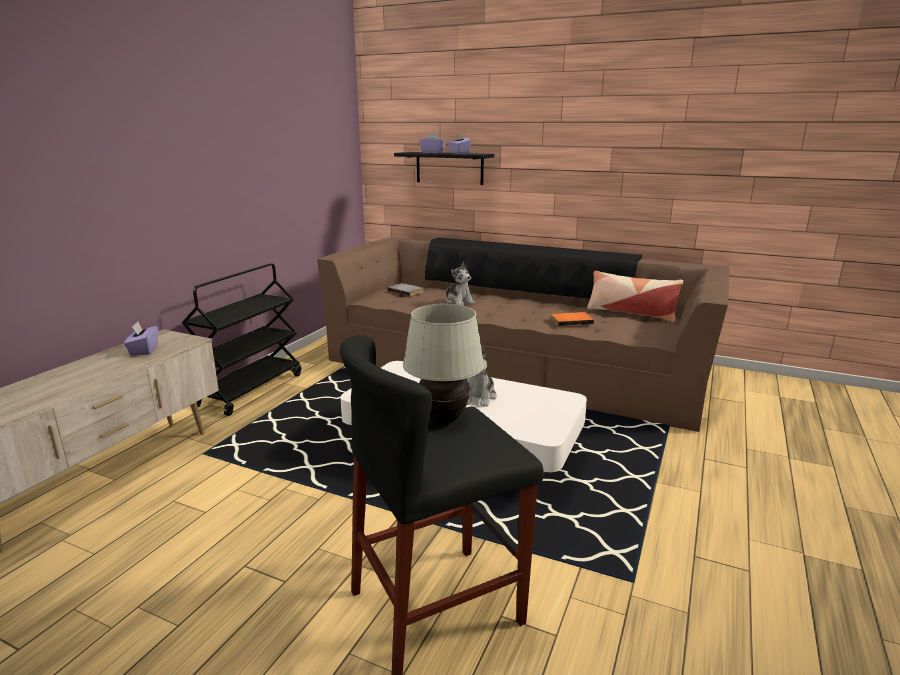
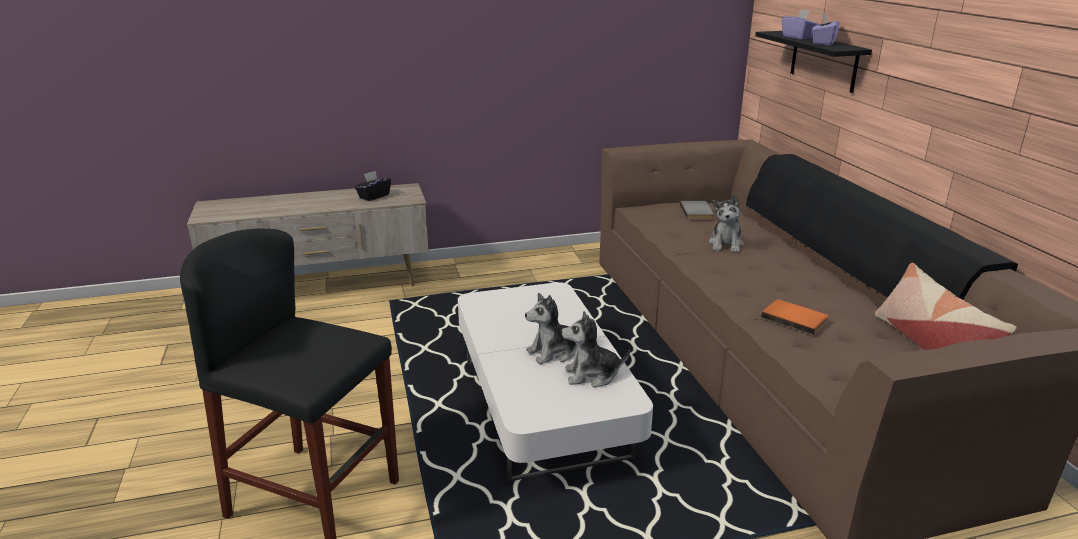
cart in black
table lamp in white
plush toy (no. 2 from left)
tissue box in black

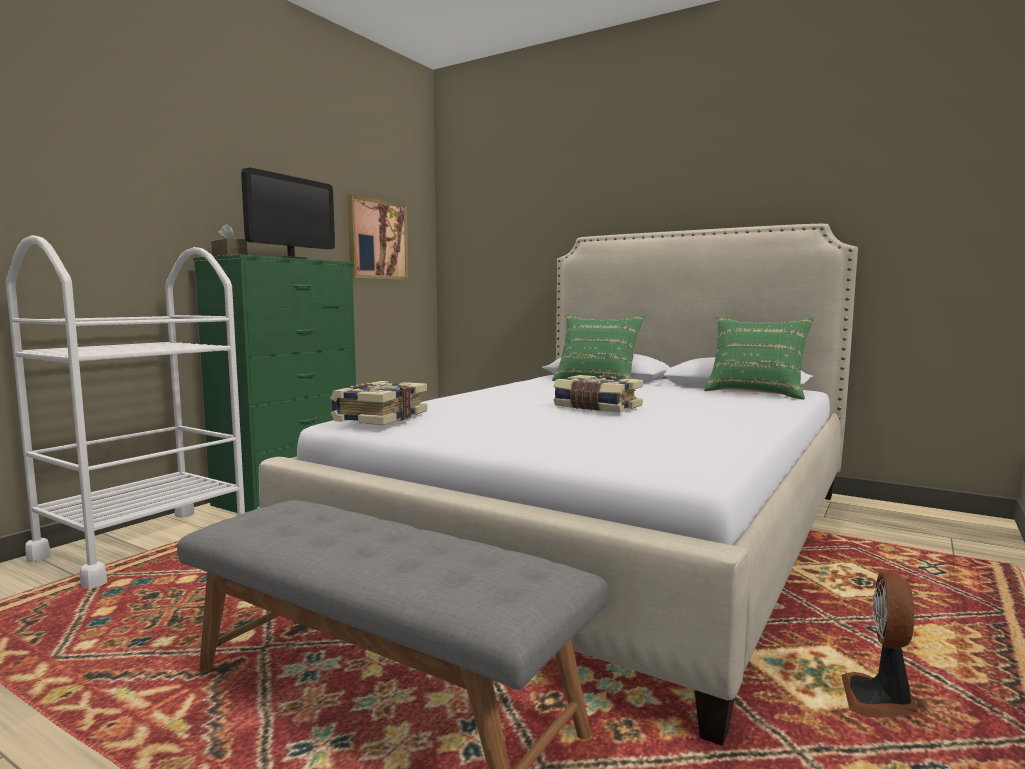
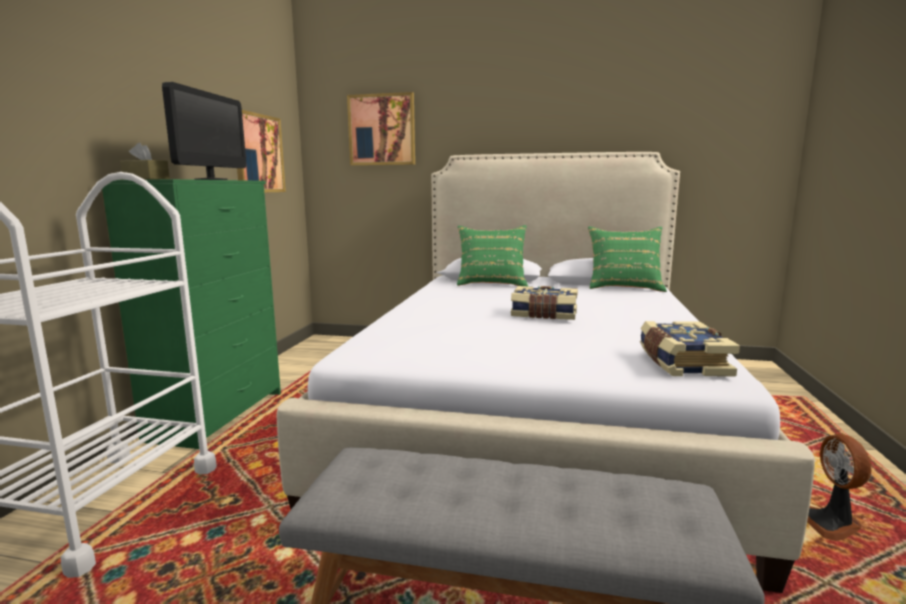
picture (no. 2 from left)
book (no. 2 from left)

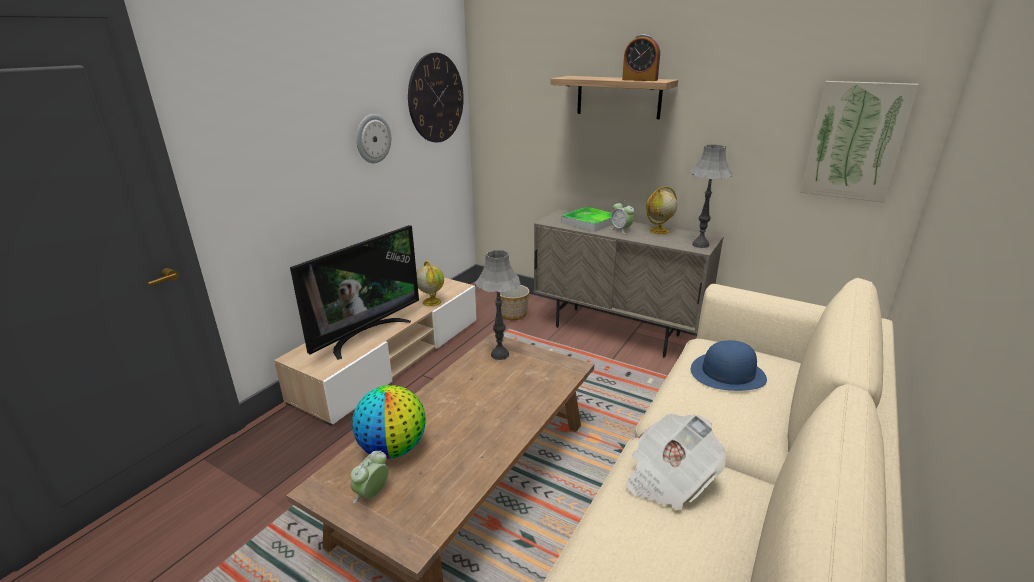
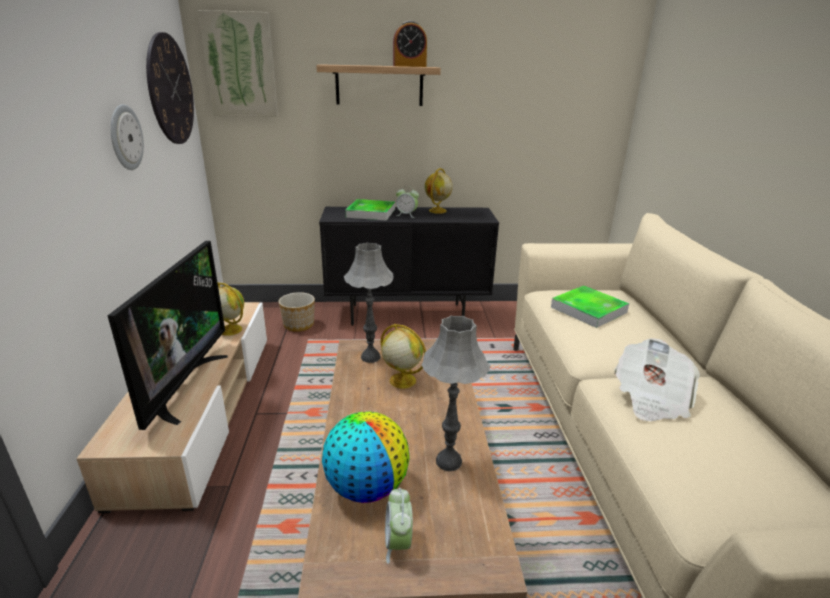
globe (no. 3 from left)
table lamp in grey (no. 2 from left)
picture
tray (no. 2 from left)
cabinet in black

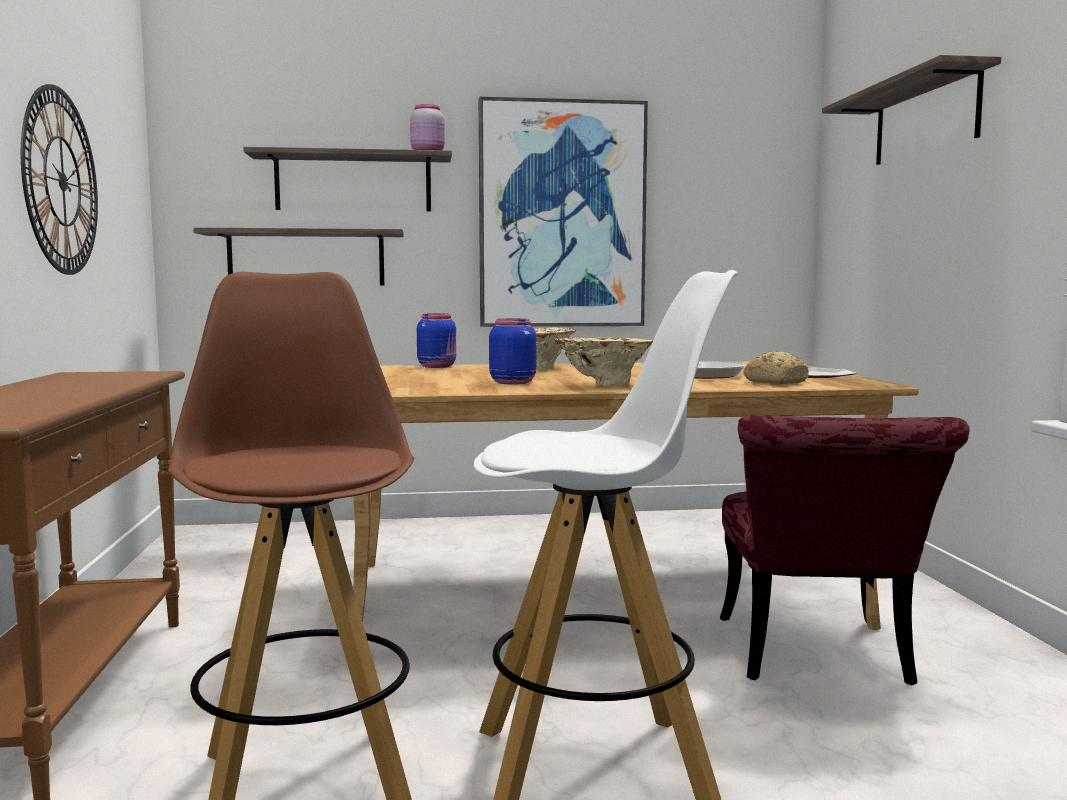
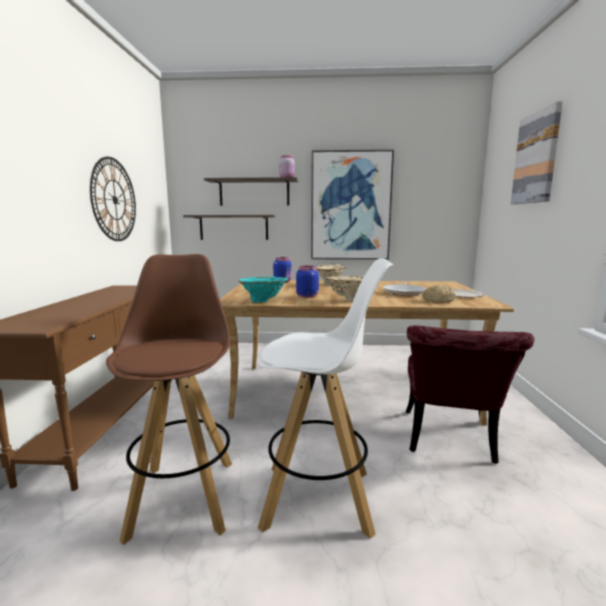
vase in turquoise
picture (no. 2 from left)

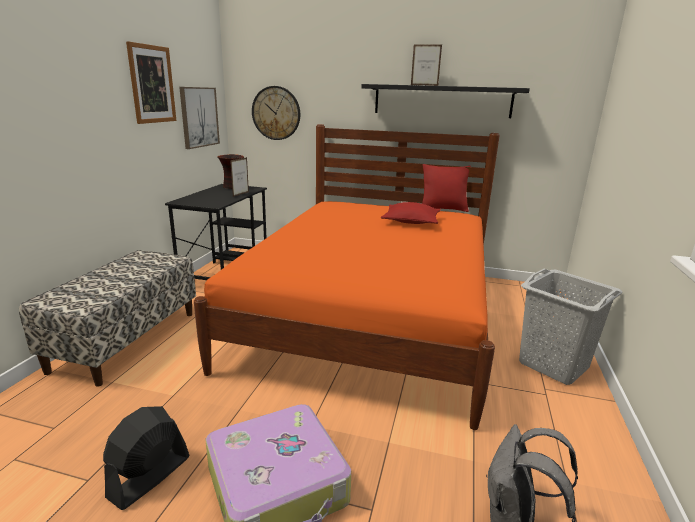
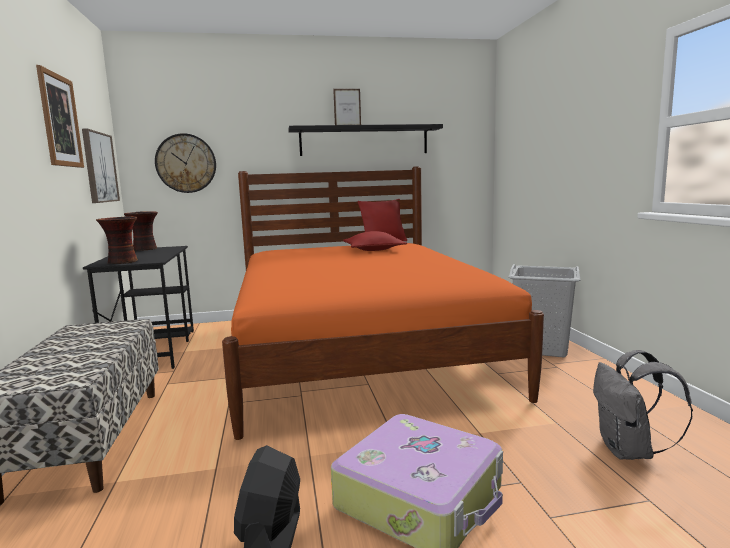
picture frame (no. 1 from left in the first image)
vase (no. 1 from left)

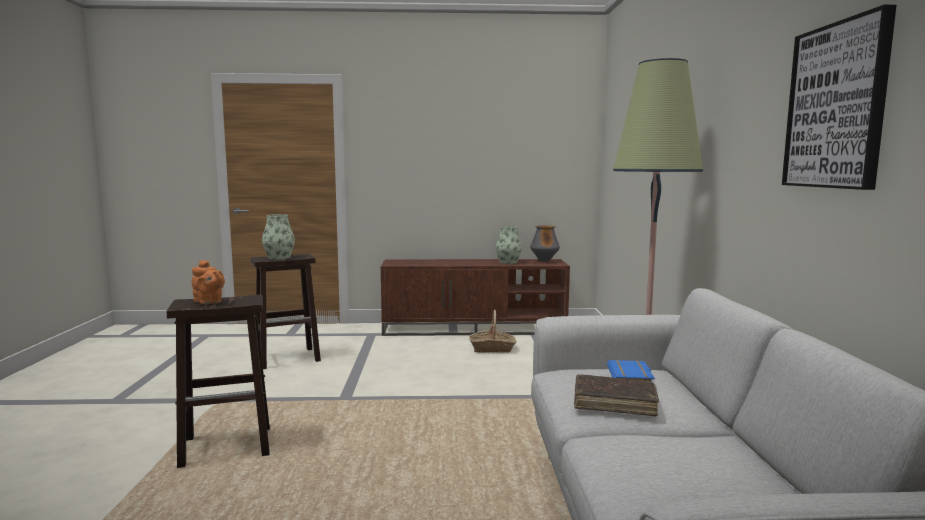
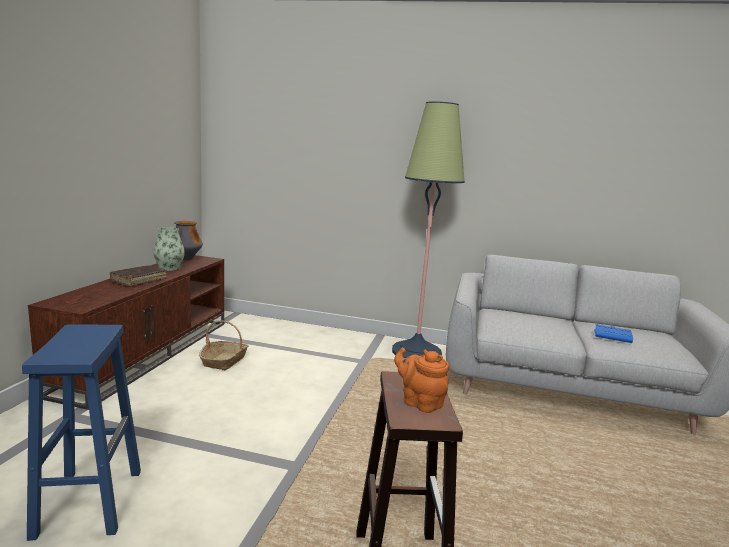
vase (no. 1 from left in the first image)
picture
book in brown
book in blue
stool in blue
teapot in orange

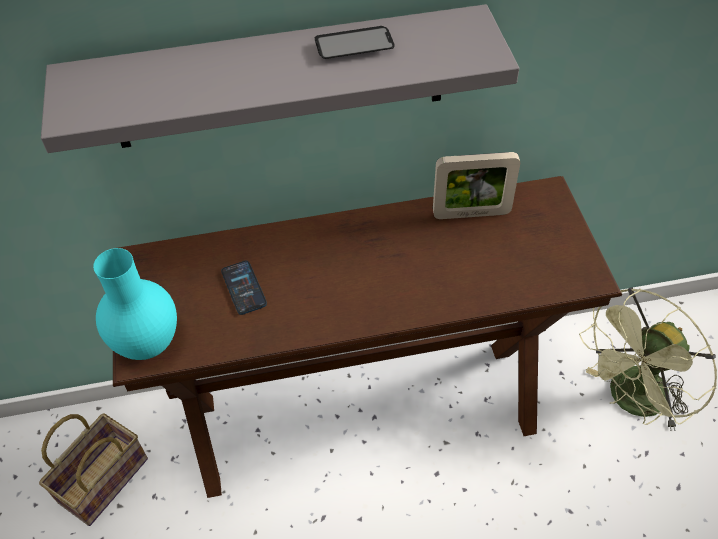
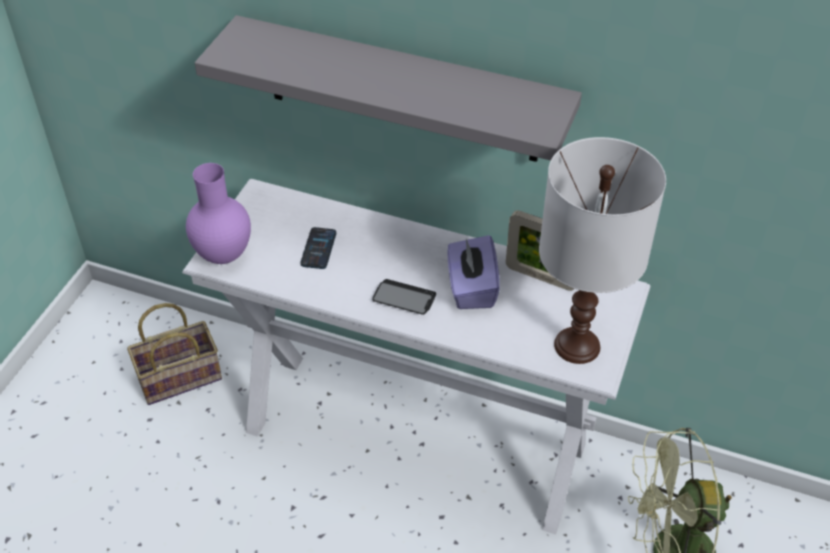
tissue box in purple
table lamp in white
phone (no. 2 from left)
vase in purple
console table in white

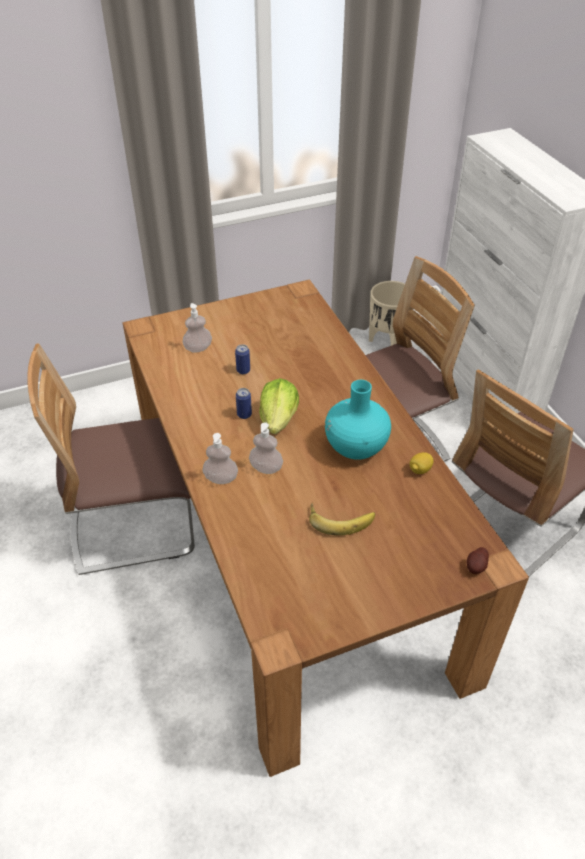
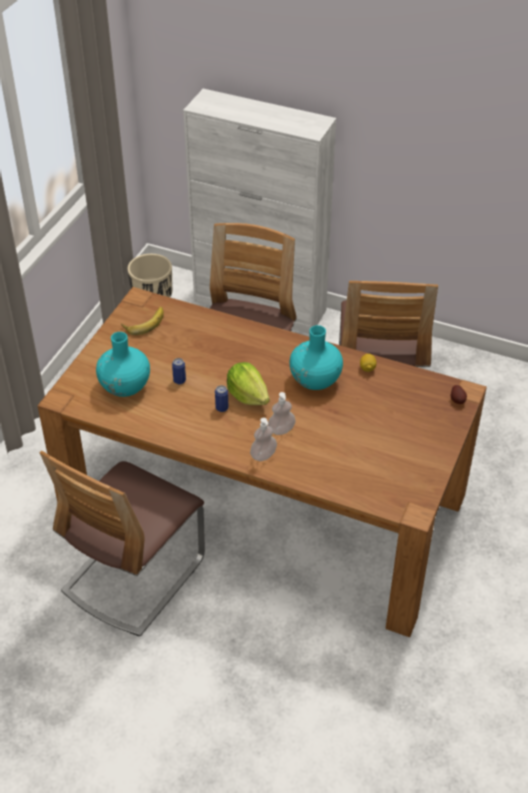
banana
vase in turquoise (no. 1 from left)

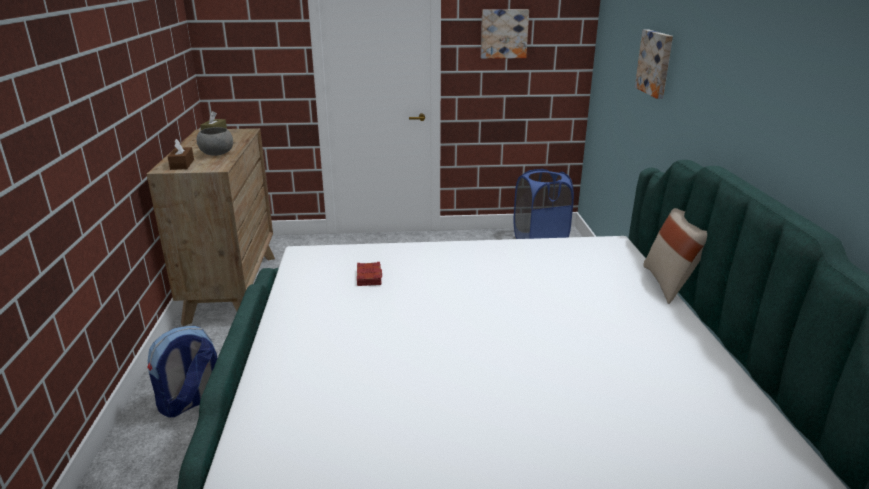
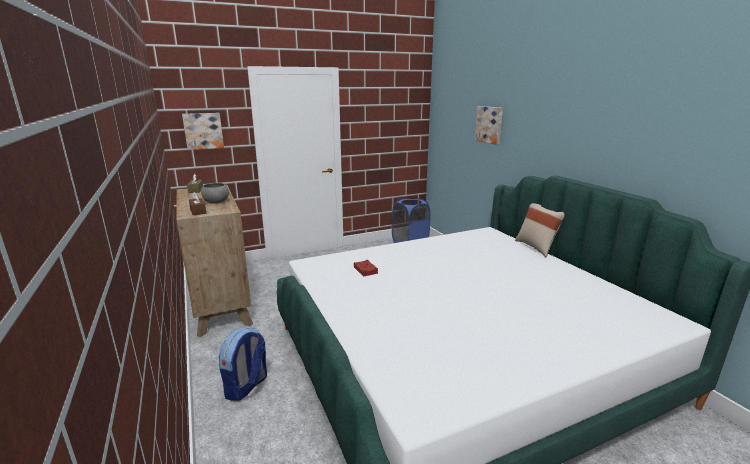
picture (no. 1 from left)

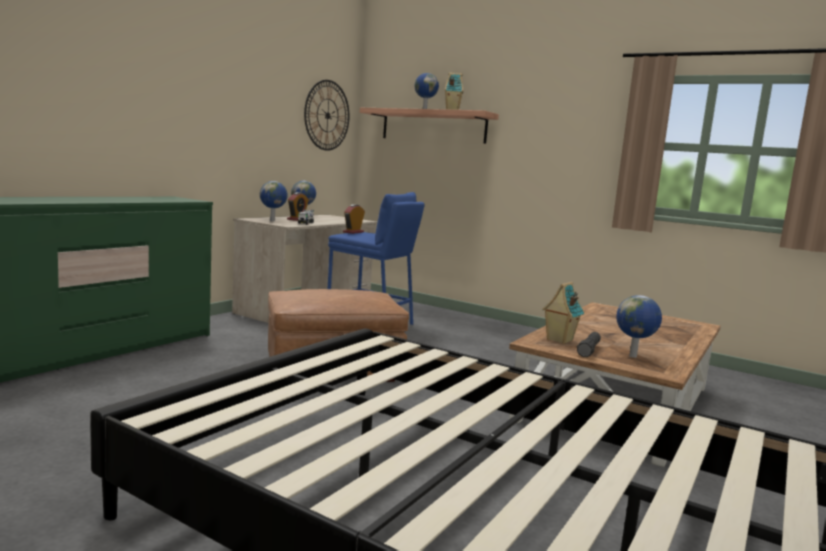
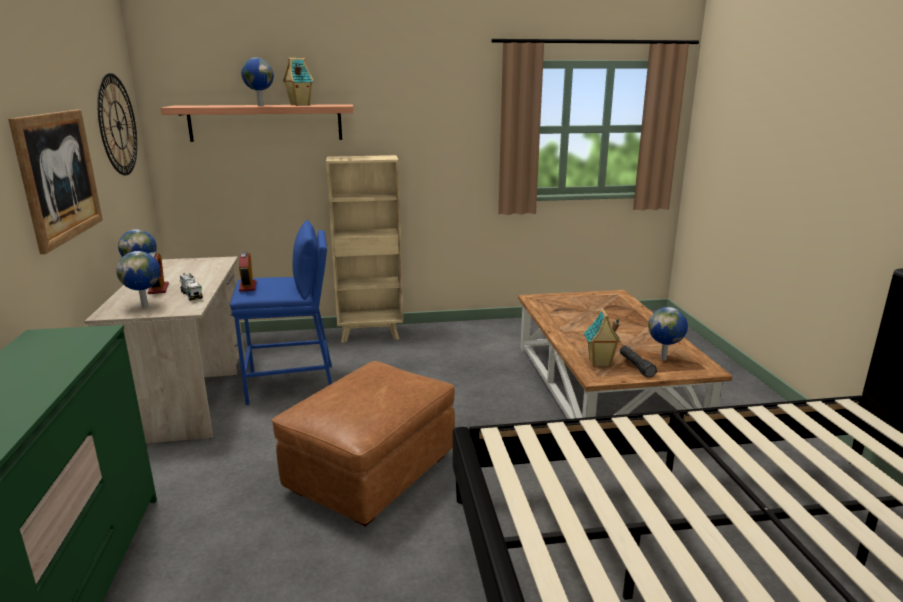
picture
bookcase in beige

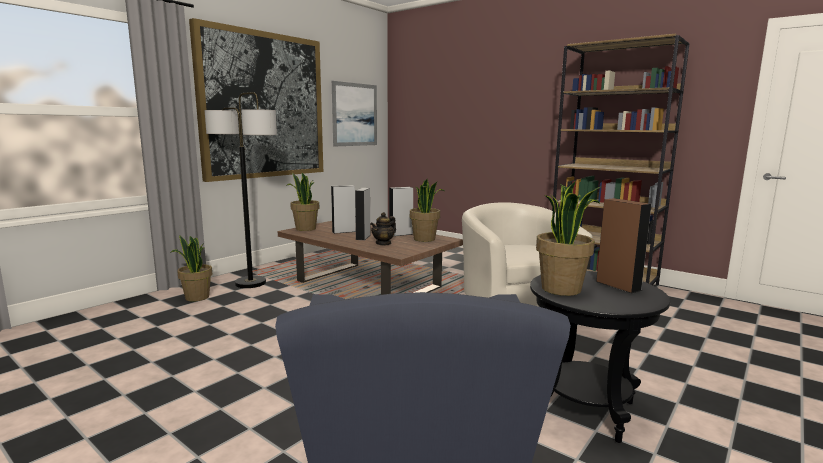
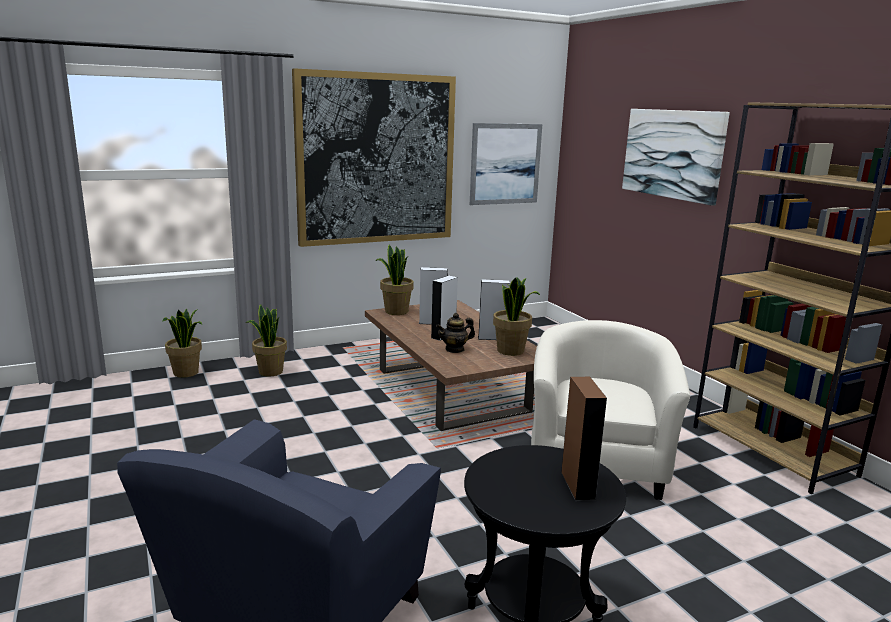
floor lamp
picture (no. 3 from left)
potted plant (no. 1 from left)

